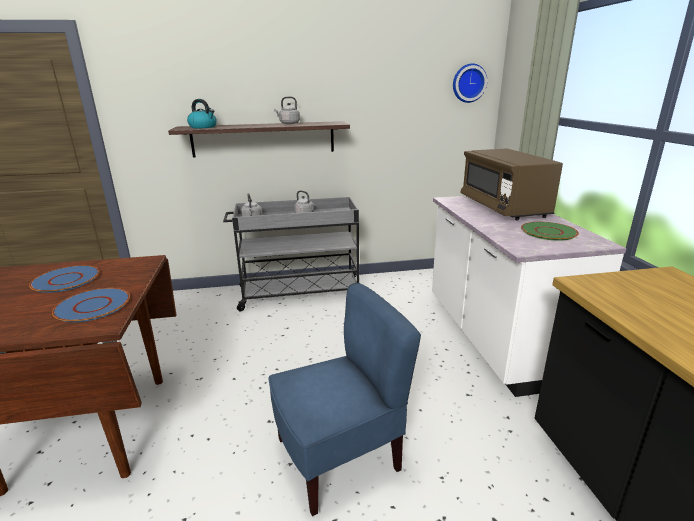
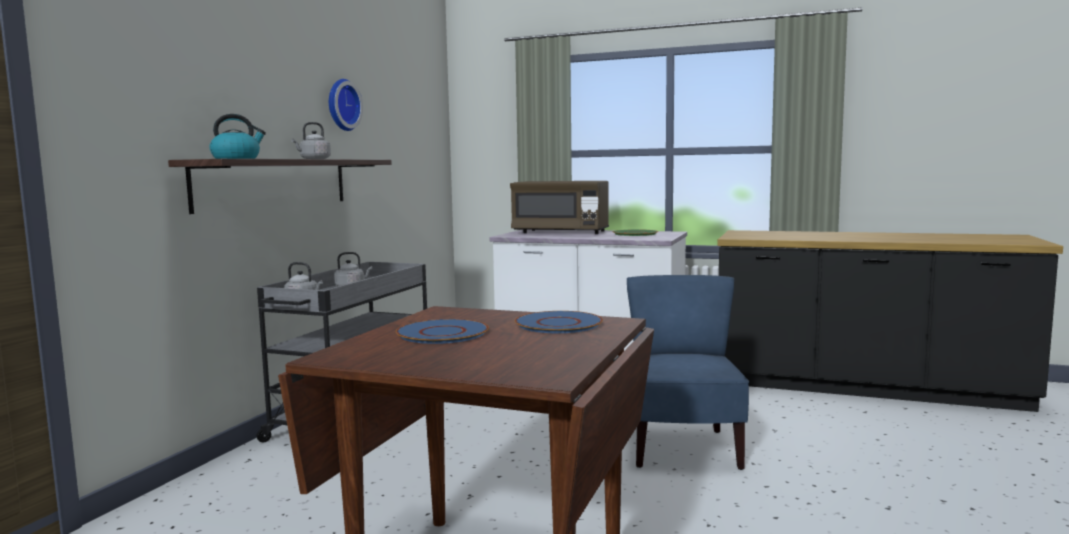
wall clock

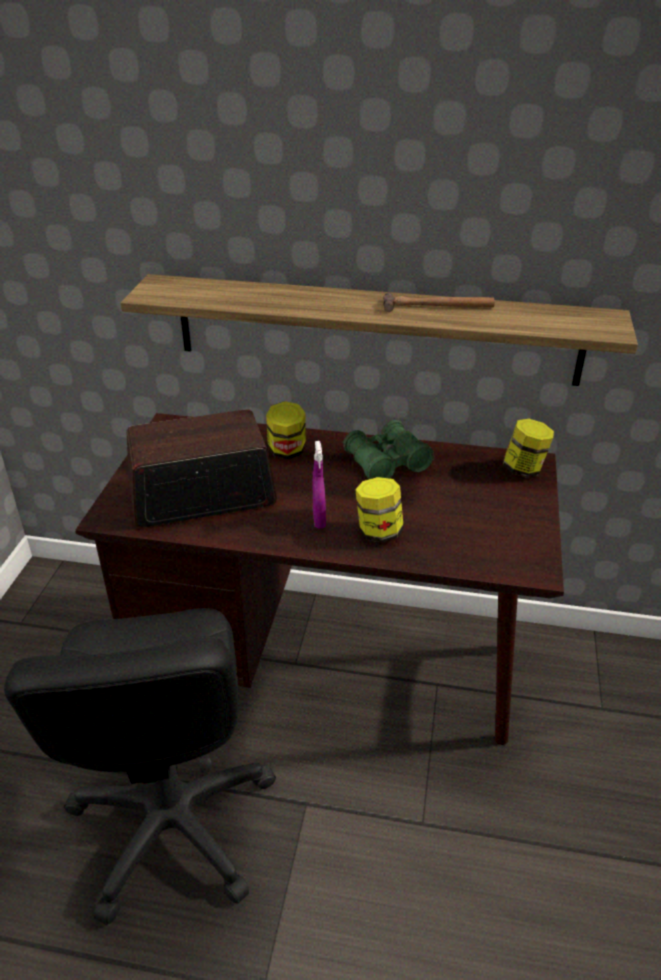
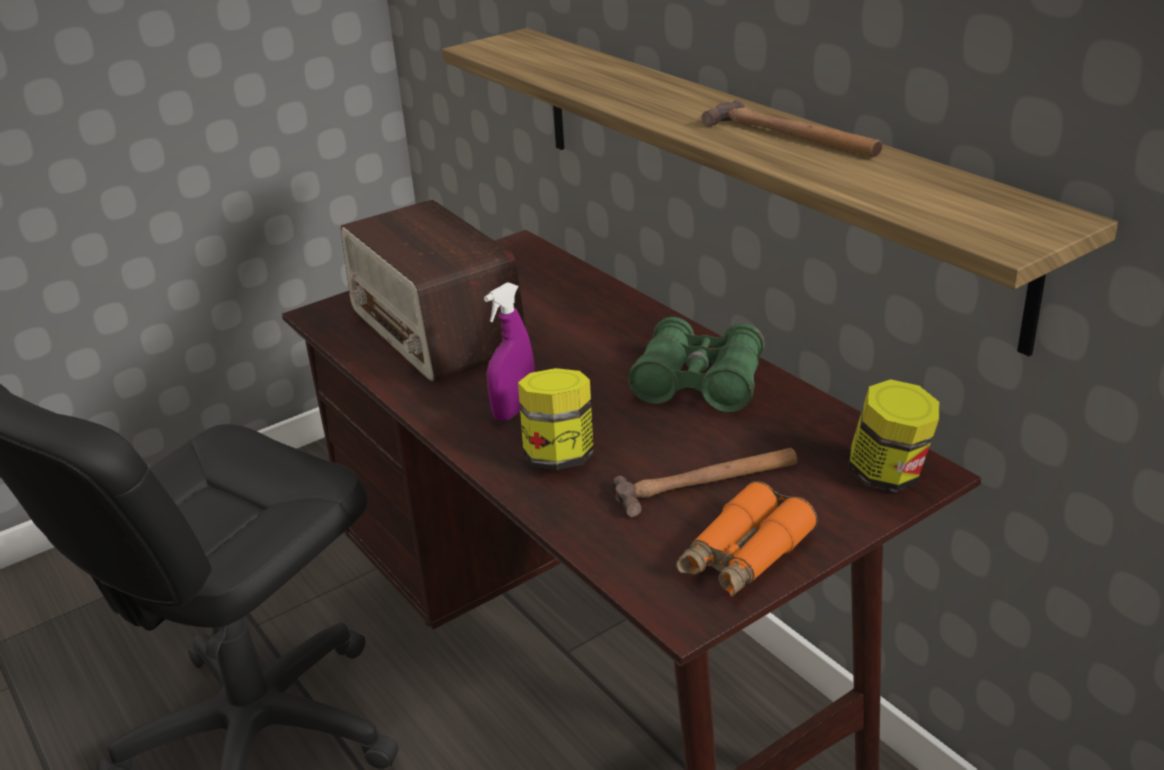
jar (no. 1 from left in the first image)
hammer (no. 1 from left)
binoculars in orange
radio

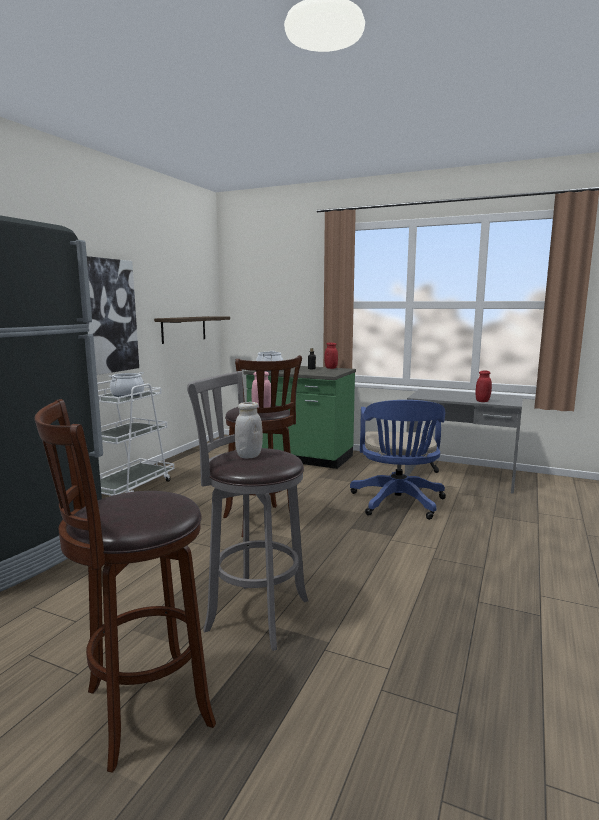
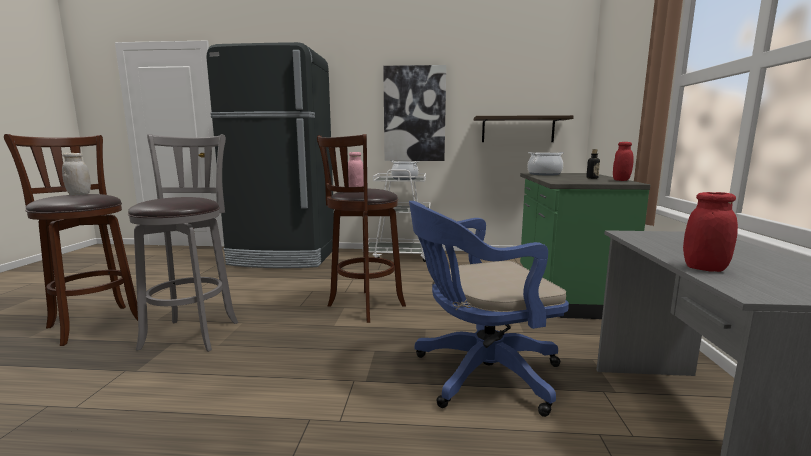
jar in white

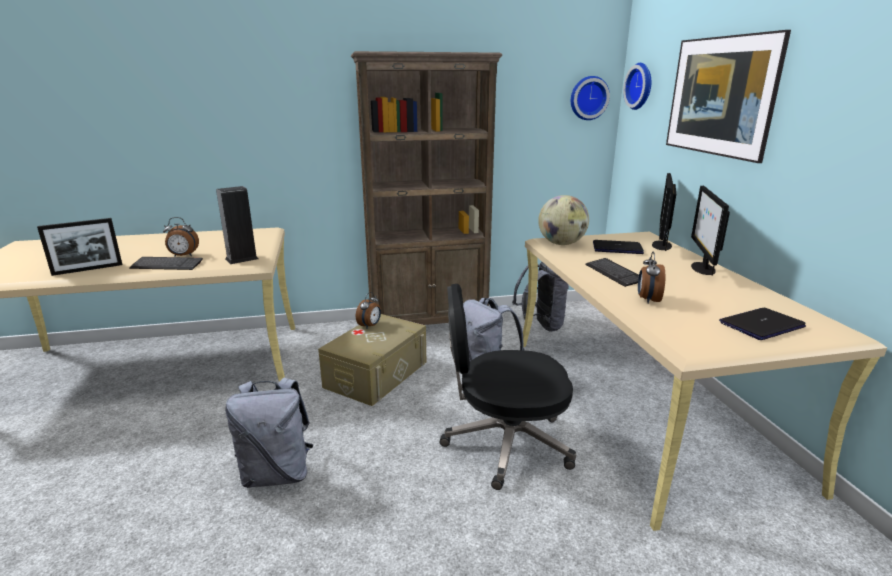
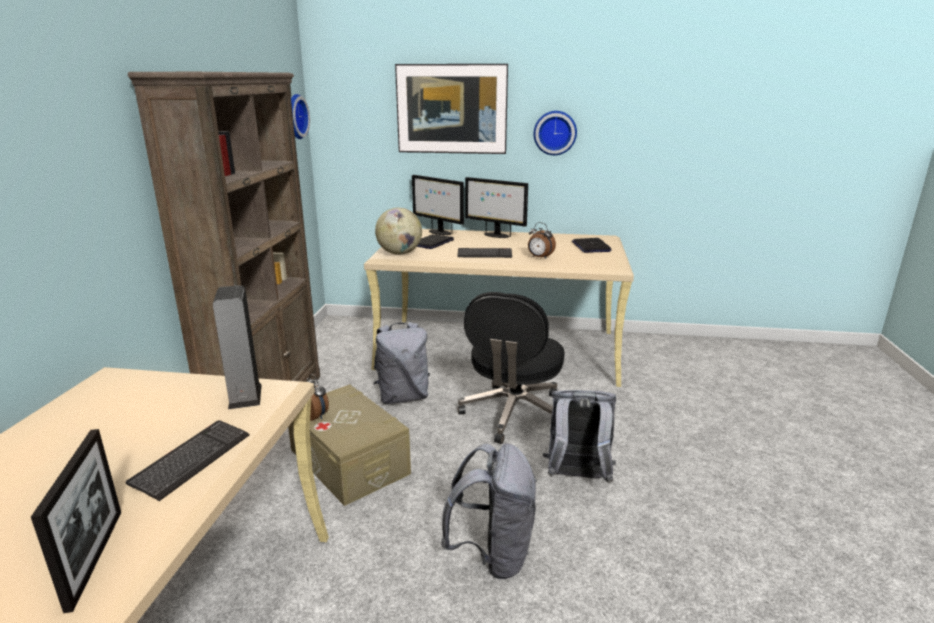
alarm clock (no. 1 from left in the first image)
backpack in grey (no. 3 from left)
wall clock (no. 2 from left)

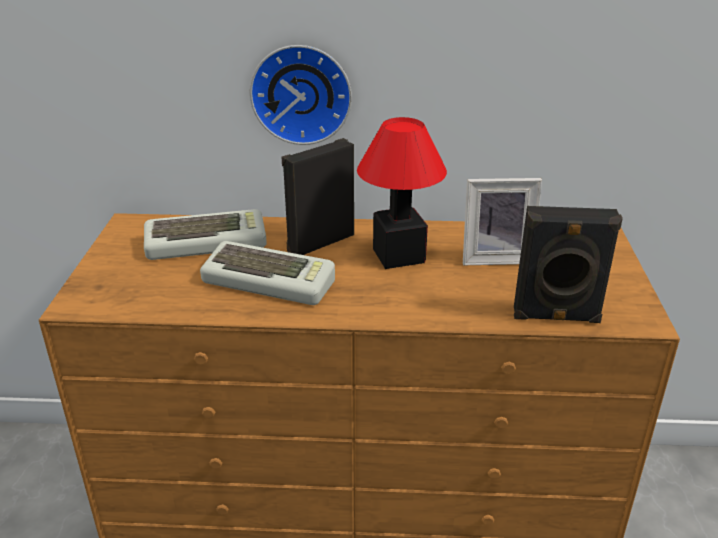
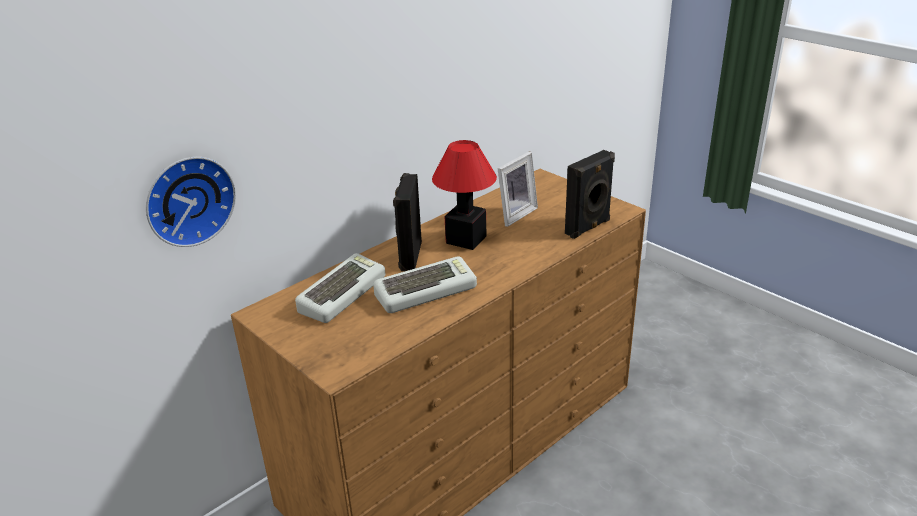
wall clock

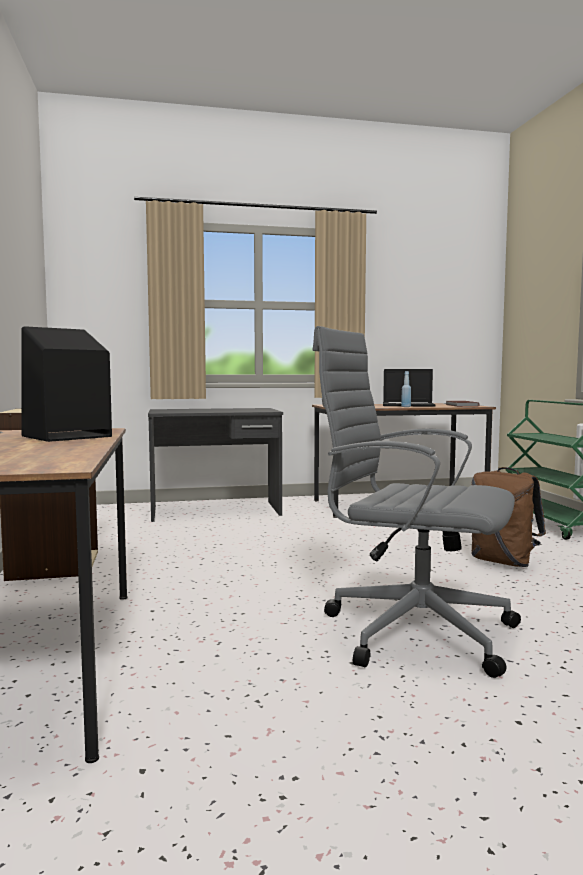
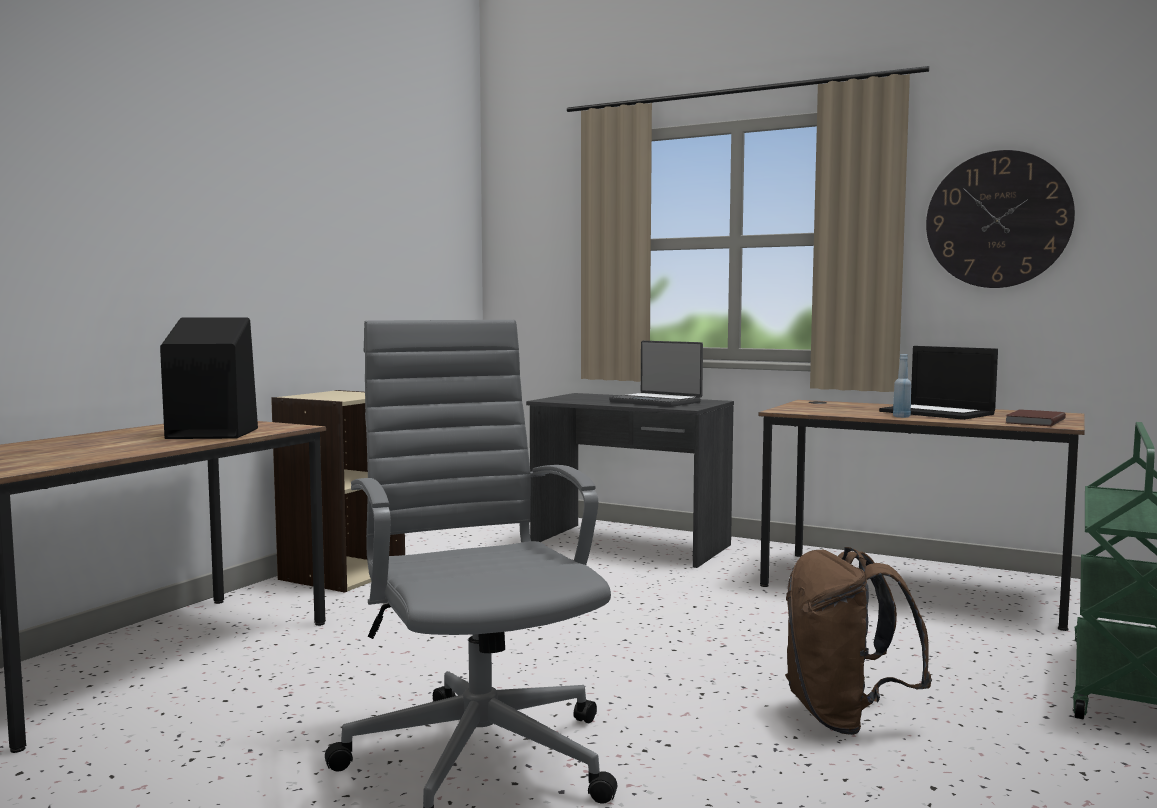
laptop (no. 1 from left)
wall clock

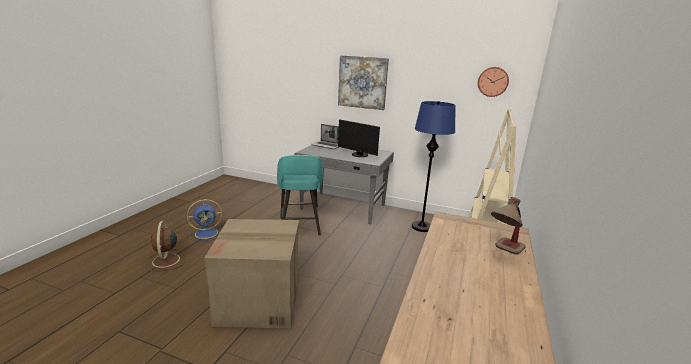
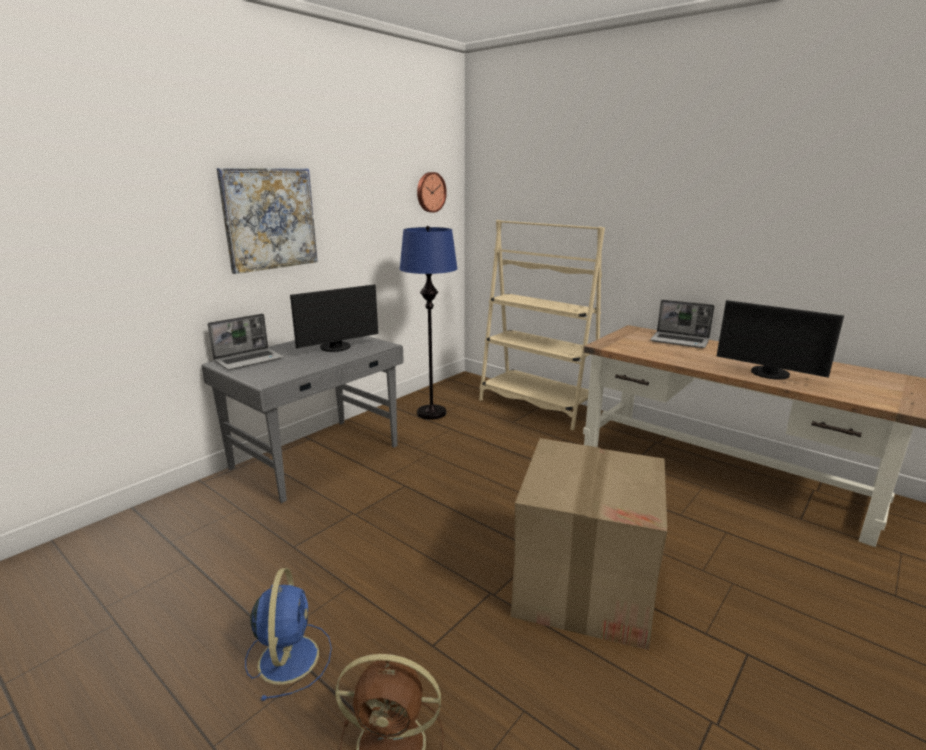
stool in turquoise
monitor (no. 2 from left)
laptop (no. 2 from left)

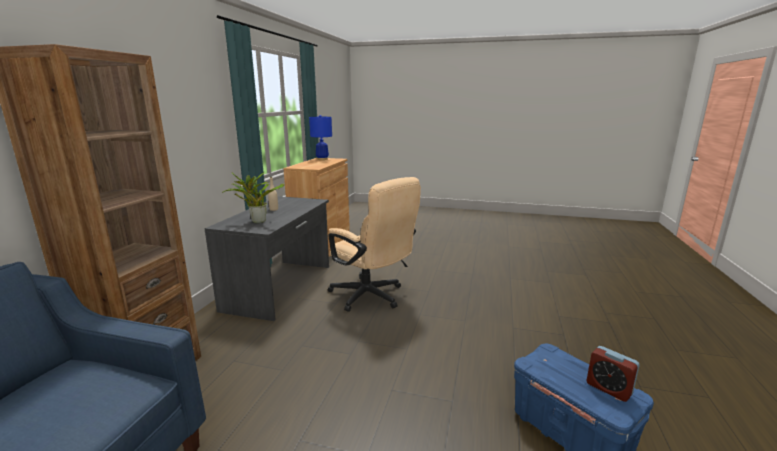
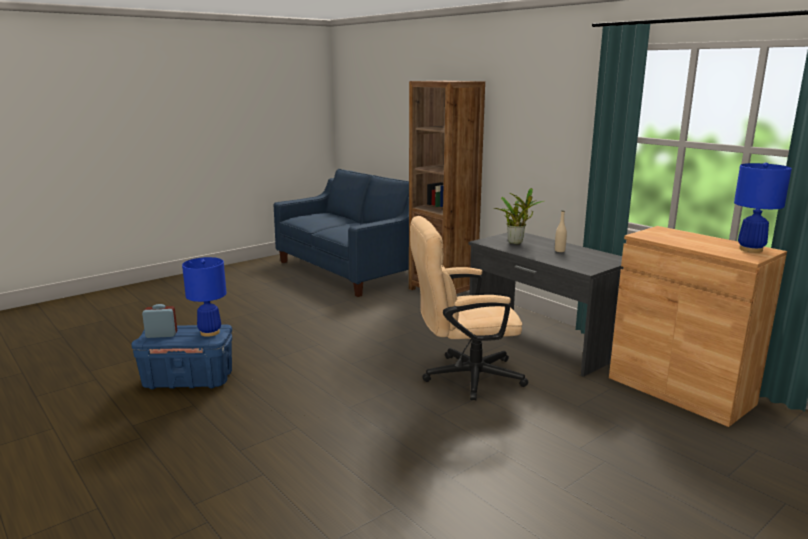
table lamp in blue (no. 1 from left)

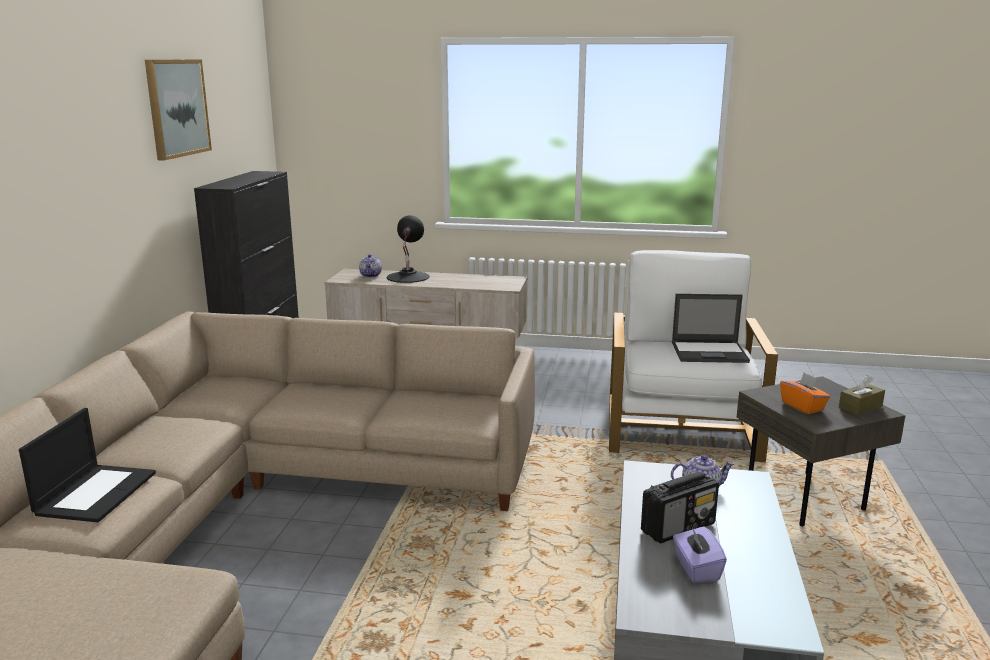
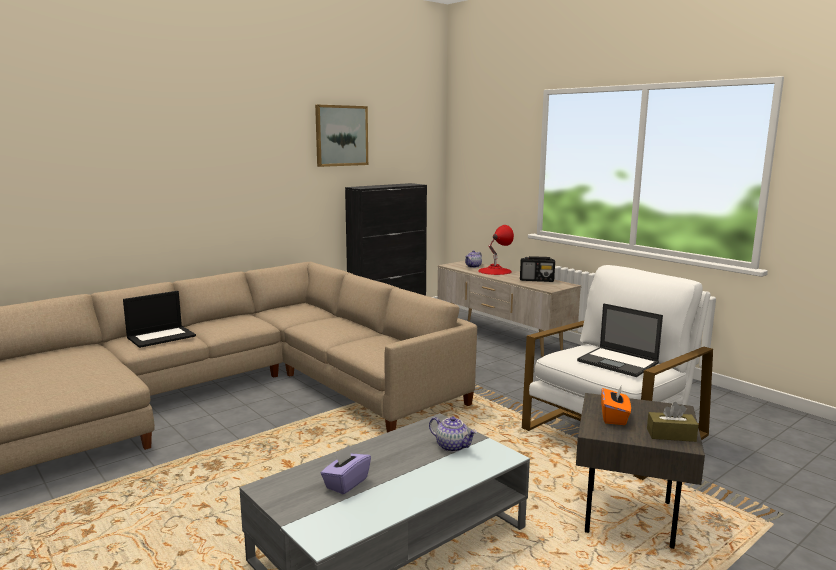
radio
table lamp in red

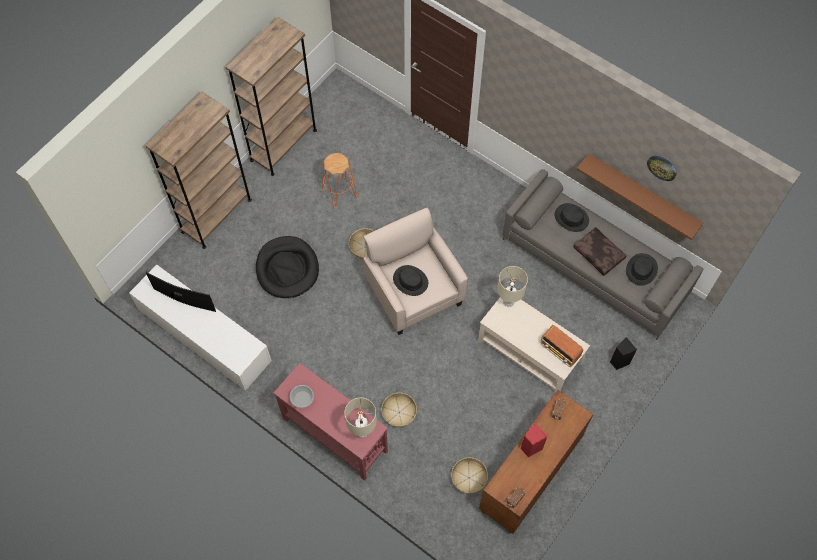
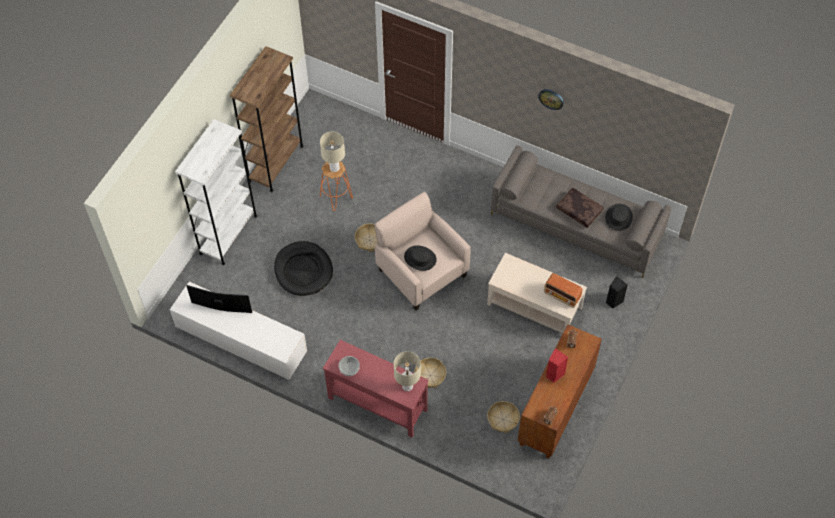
hat in black (no. 2 from left in the first image)
shelf in brown
table lamp in beige (no. 1 from left)
wall clock
bookcase in white

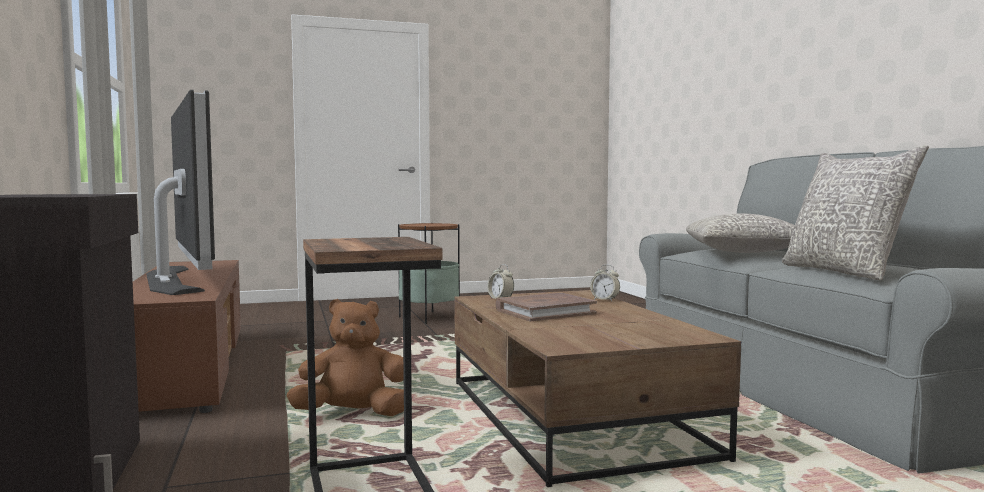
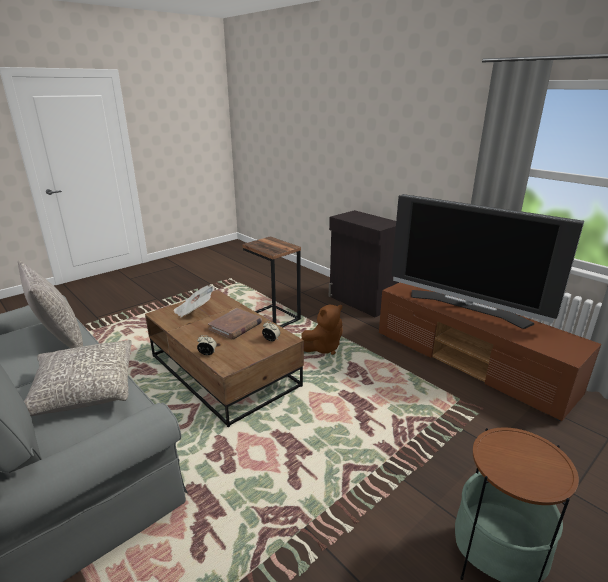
newspaper

